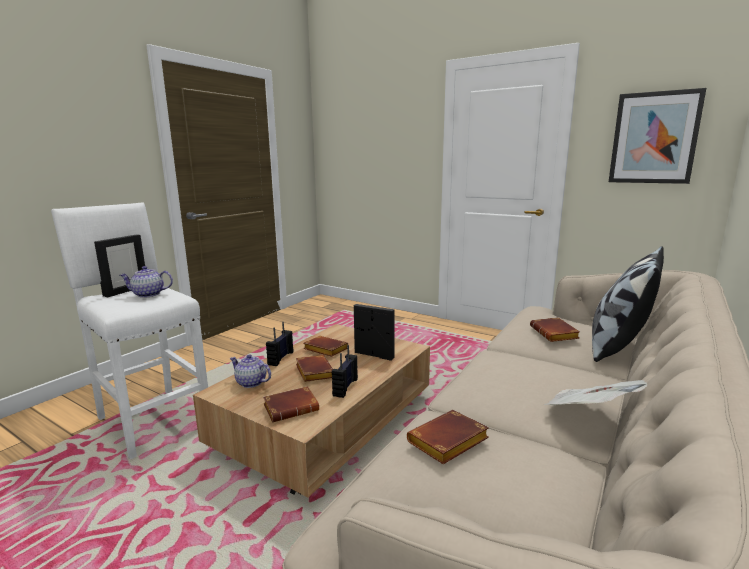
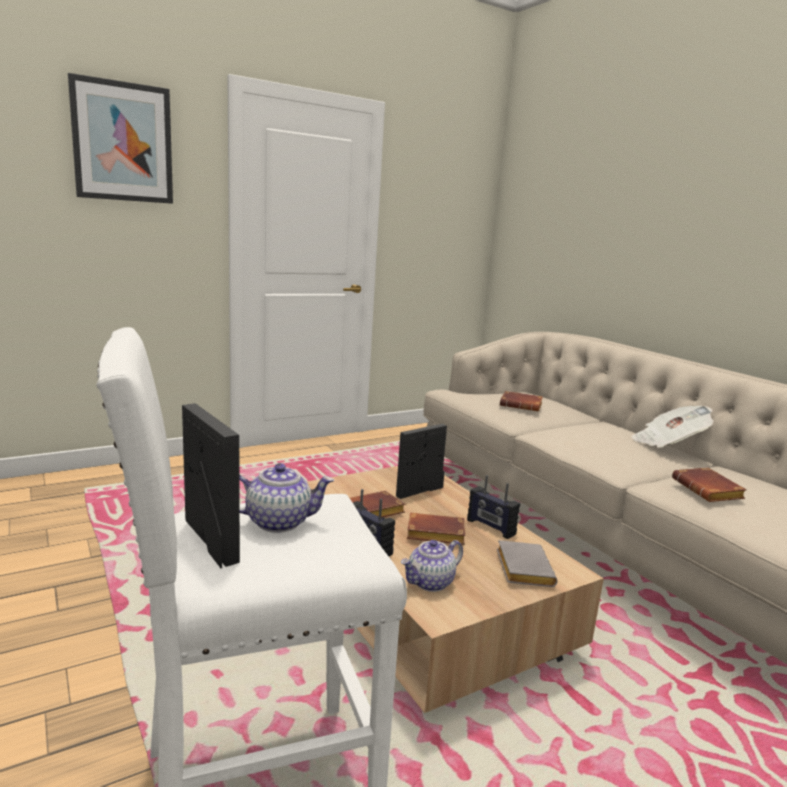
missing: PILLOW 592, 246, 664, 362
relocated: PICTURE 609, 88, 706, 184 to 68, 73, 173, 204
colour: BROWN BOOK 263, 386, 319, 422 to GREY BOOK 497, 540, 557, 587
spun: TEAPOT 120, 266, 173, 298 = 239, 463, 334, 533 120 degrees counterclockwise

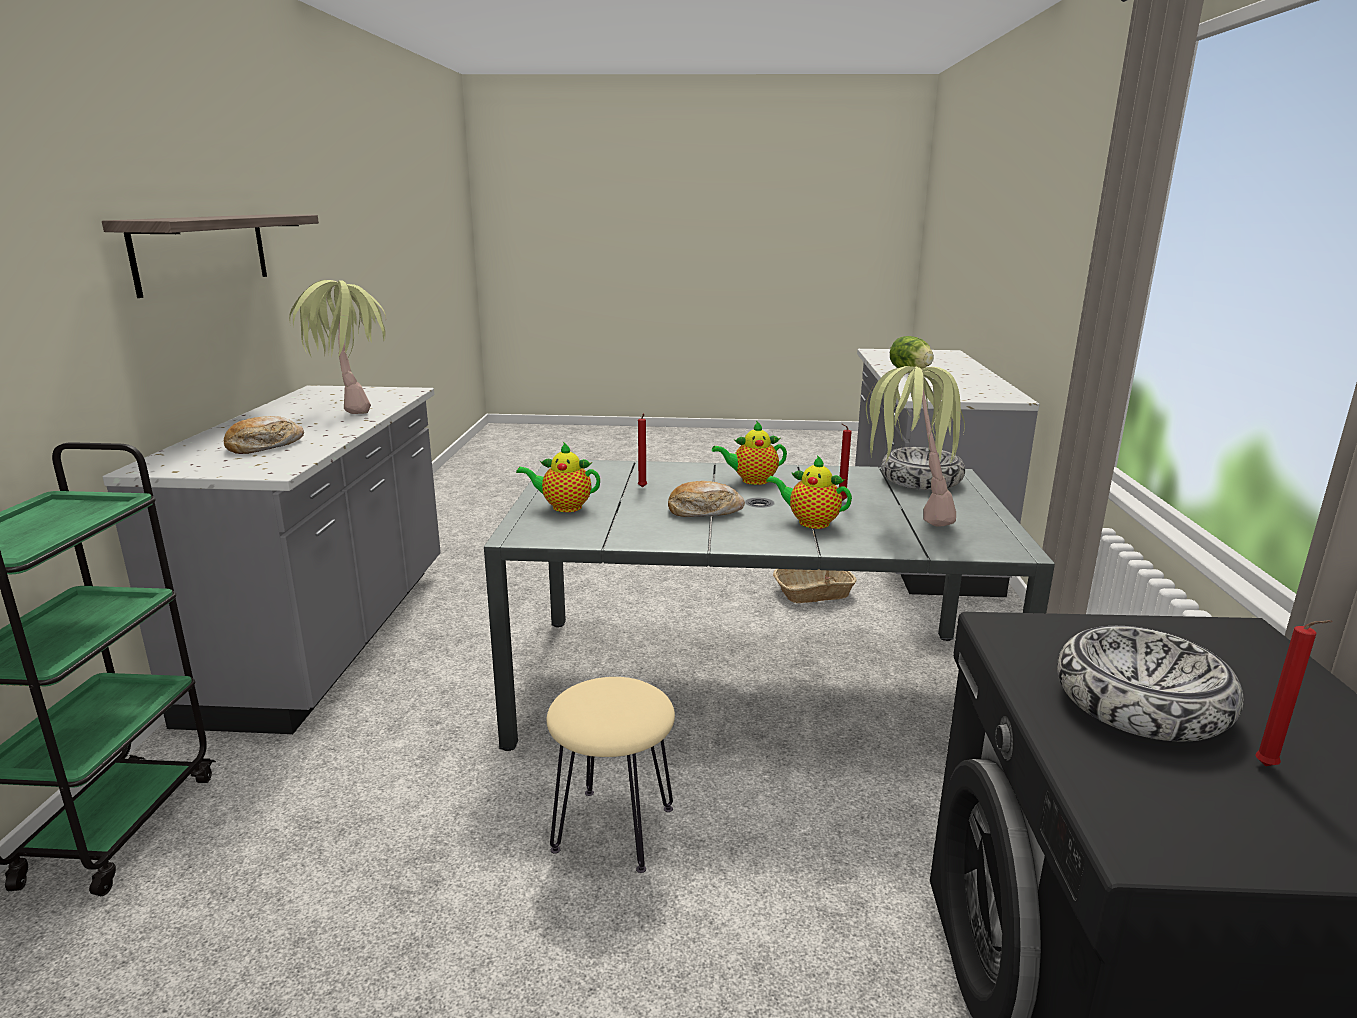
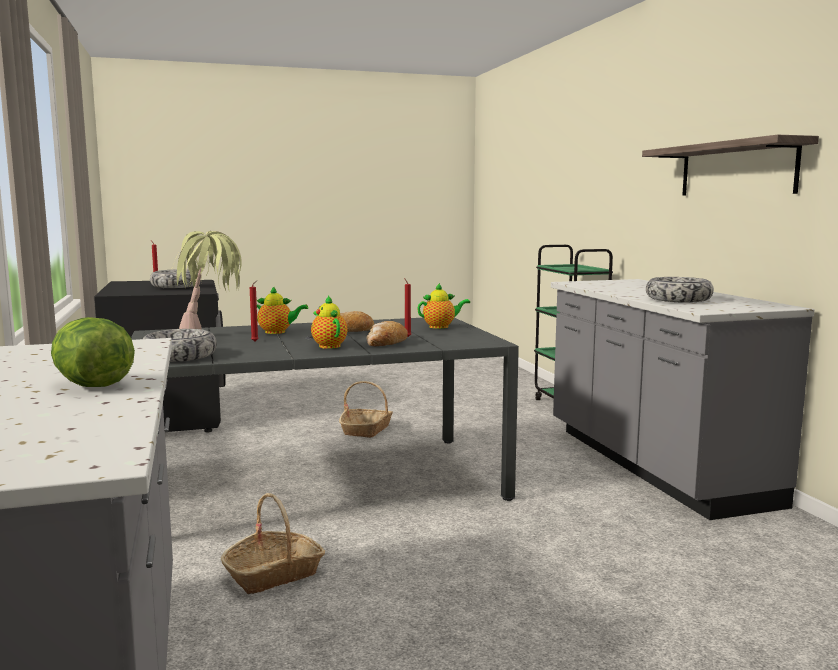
relocated: BREAD 224, 416, 304, 454 to 366, 321, 408, 346
exchanged: POTTED PLANT 289, 280, 386, 414 to BOWL 646, 277, 714, 303; BEIGE STOOL 547, 677, 675, 873 to BASKET 339, 381, 393, 438
spun: TEAPOT 712, 421, 787, 485 = 311, 295, 347, 349 90 degrees counterclockwise

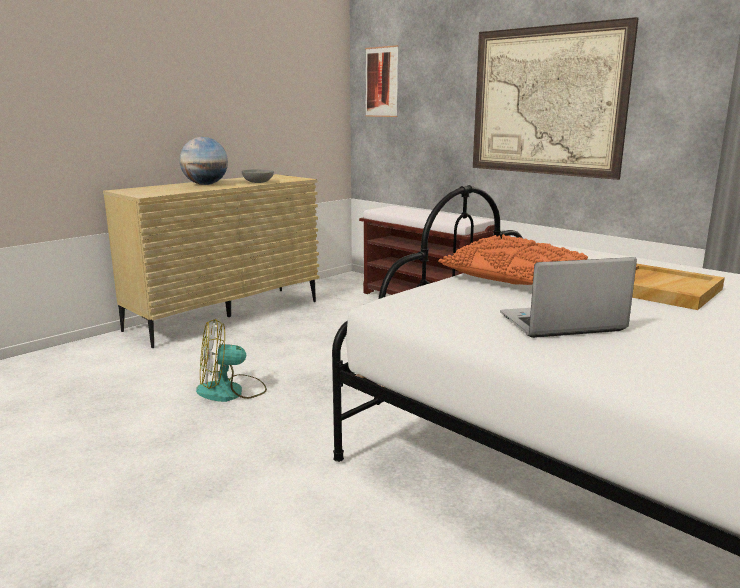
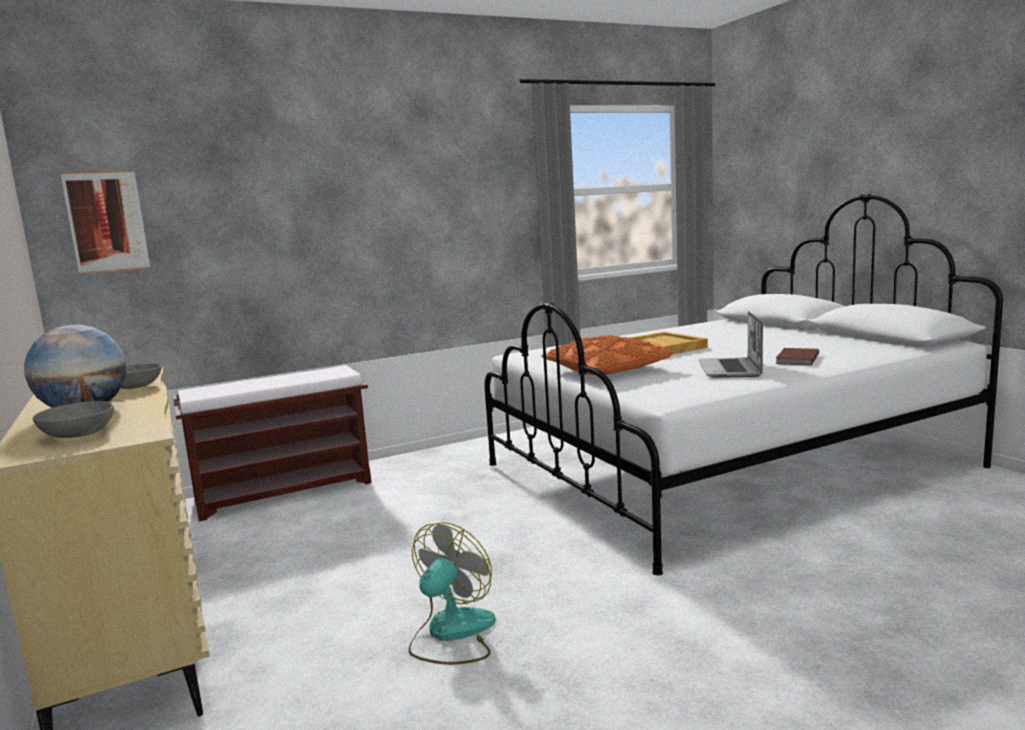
missing: PICTURE 473, 17, 639, 180
appeared: GREY BOWL 33, 401, 114, 438; BROWN BOOK 776, 348, 819, 365
spun: FAN 196, 319, 267, 402 = 408, 522, 496, 665 150 degrees counterclockwise

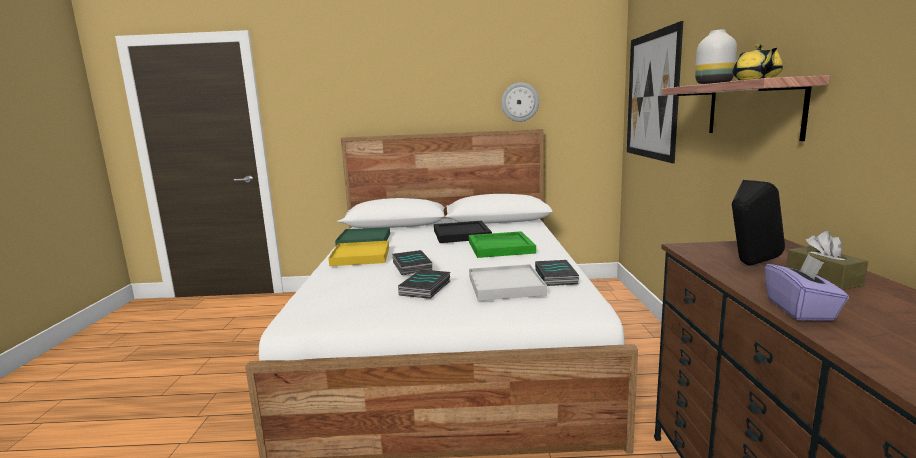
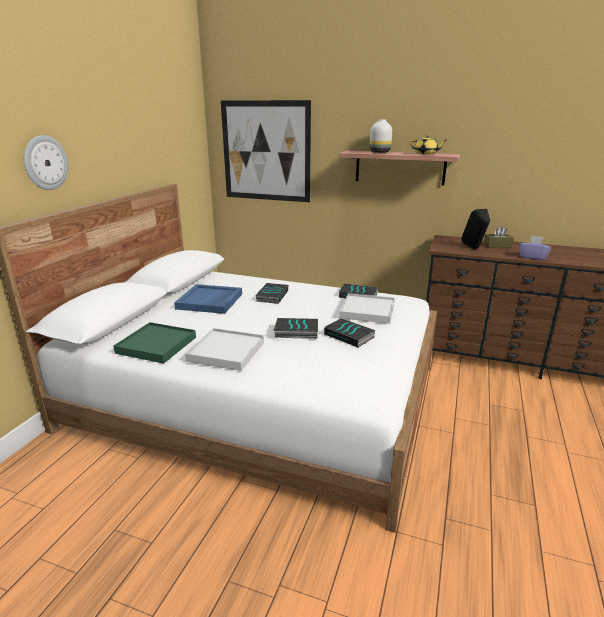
relocated: WALL CLOCK 501, 83, 539, 122 to 24, 135, 68, 190
exchanged: GREEN TRAY 469, 231, 536, 258 to BOOK 256, 283, 288, 304
colour: YELLOW TRAY 328, 241, 389, 266 to WHITE TRAY 185, 328, 264, 371; BLACK TRAY 434, 221, 492, 243 to BLUE TRAY 174, 284, 242, 314

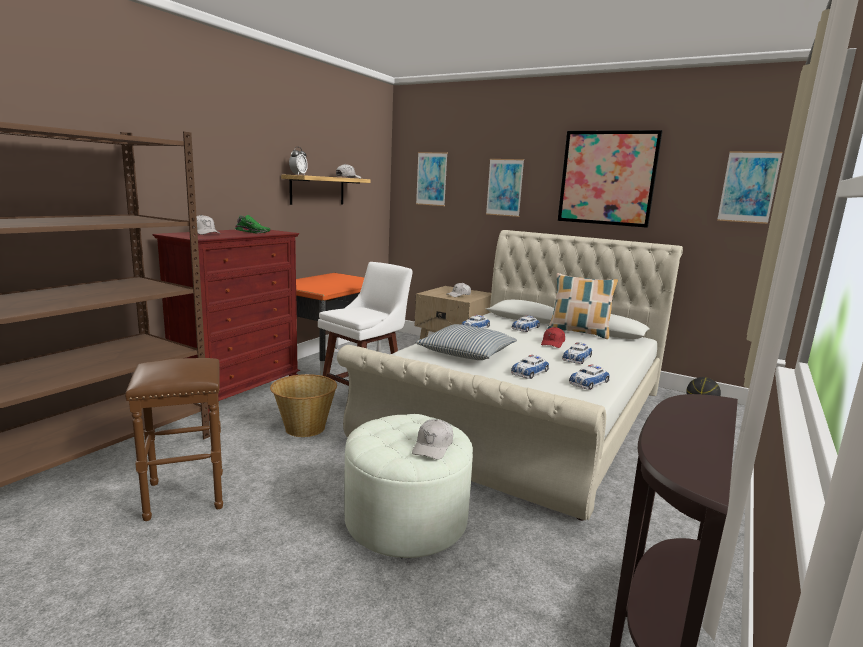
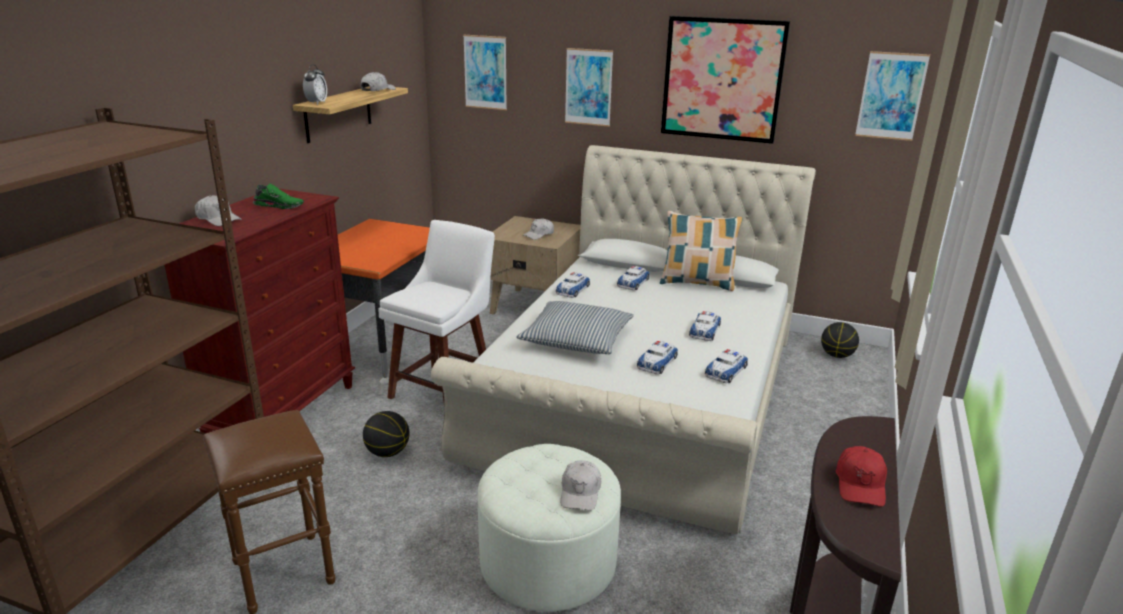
relocated: RED CAP 541, 327, 565, 348 to 835, 446, 887, 507
exchanged: BASKET 270, 374, 337, 437 to BASKETBALL 363, 411, 410, 457

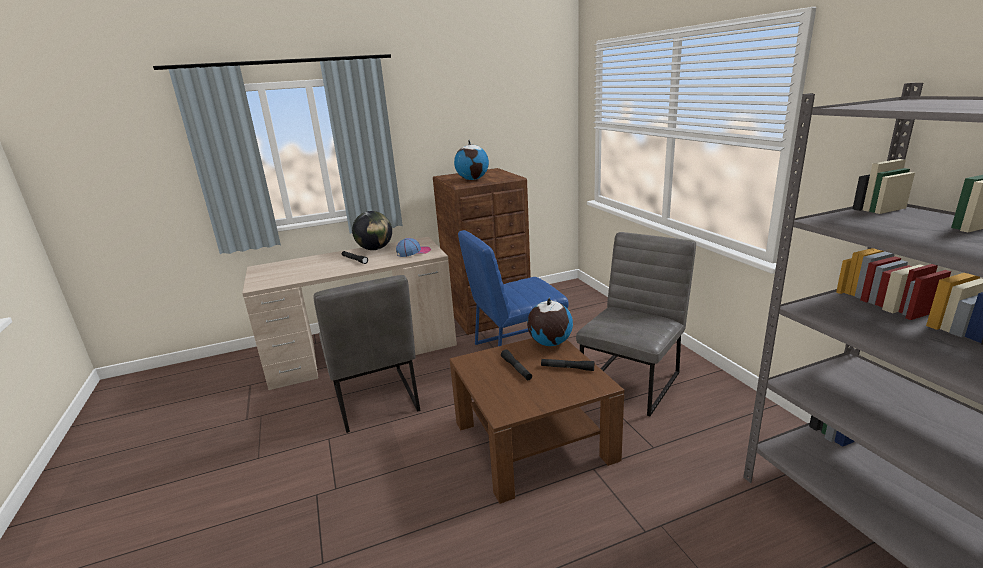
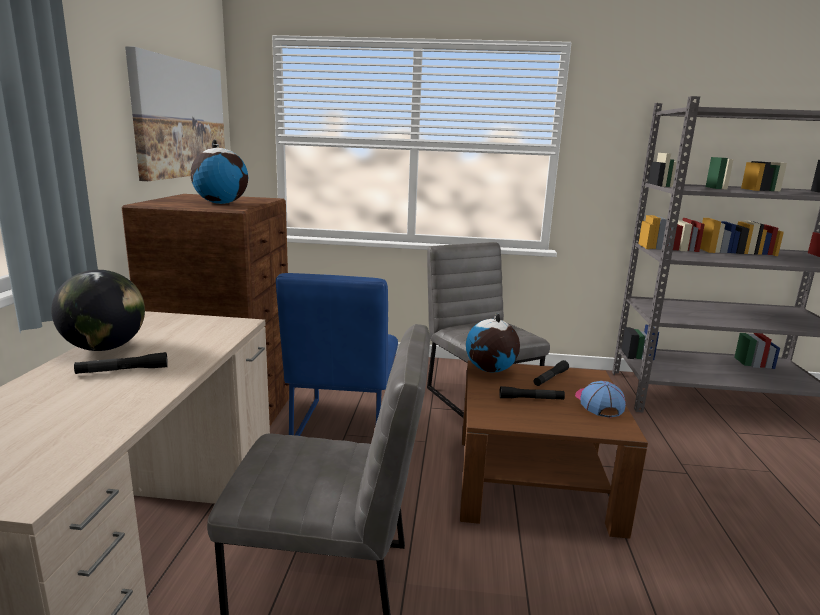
appeared: PICTURE 125, 46, 225, 181
relocated: CAP 396, 238, 431, 257 to 575, 381, 626, 418

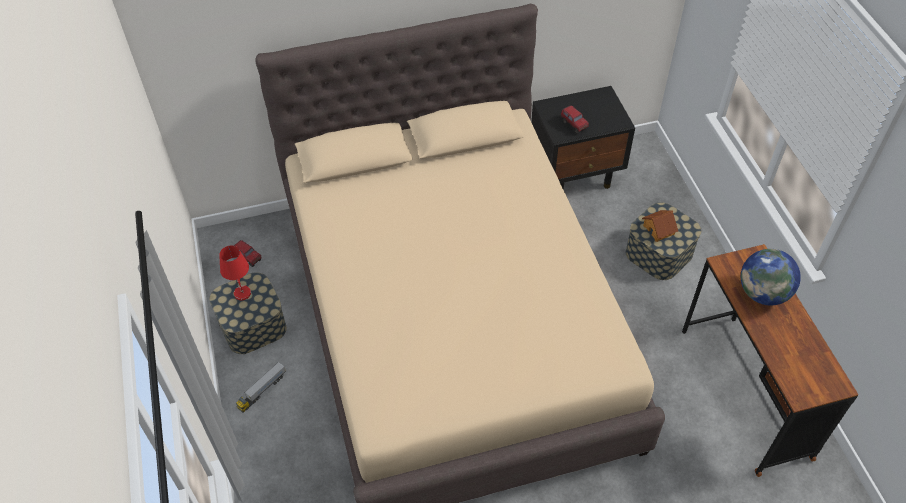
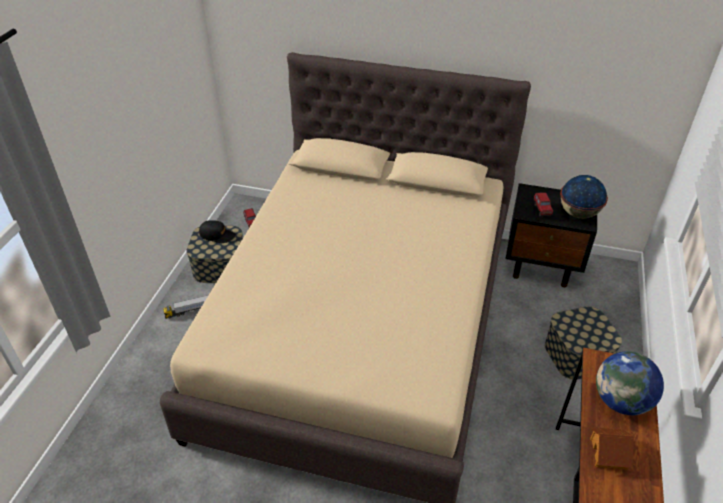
appeared: GLOBE 560, 175, 608, 219
relocated: TOY HOUSE 642, 210, 678, 242 to 590, 427, 635, 470
exchanged: RED TABLE LAMP 219, 246, 251, 300 to BLACK CAP 199, 220, 236, 243

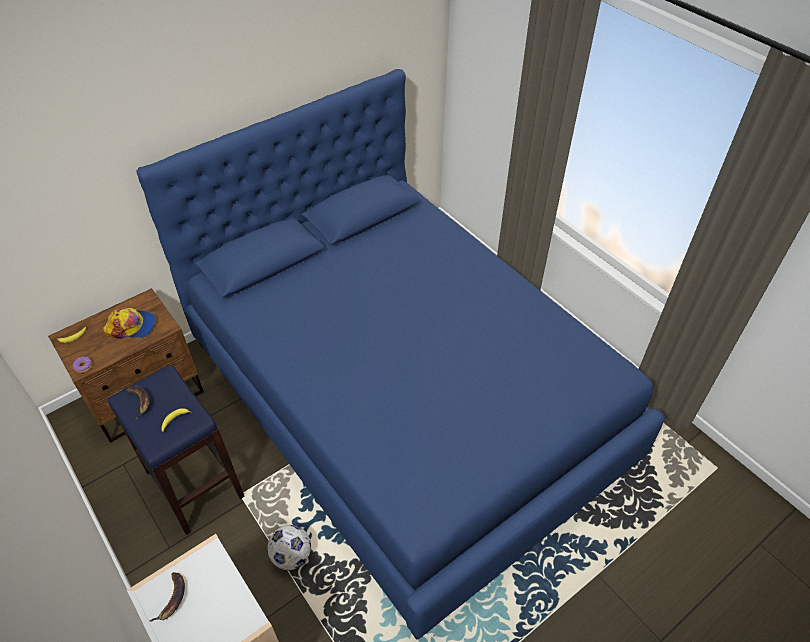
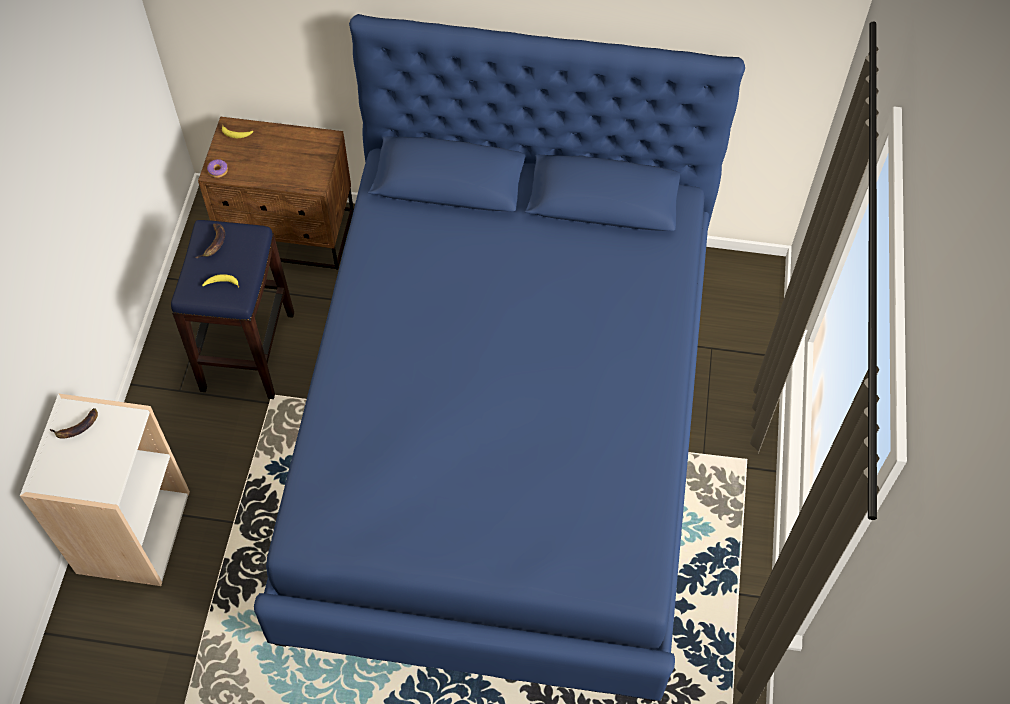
missing: CAP 103, 308, 156, 339; FOOTBALL 267, 525, 311, 570

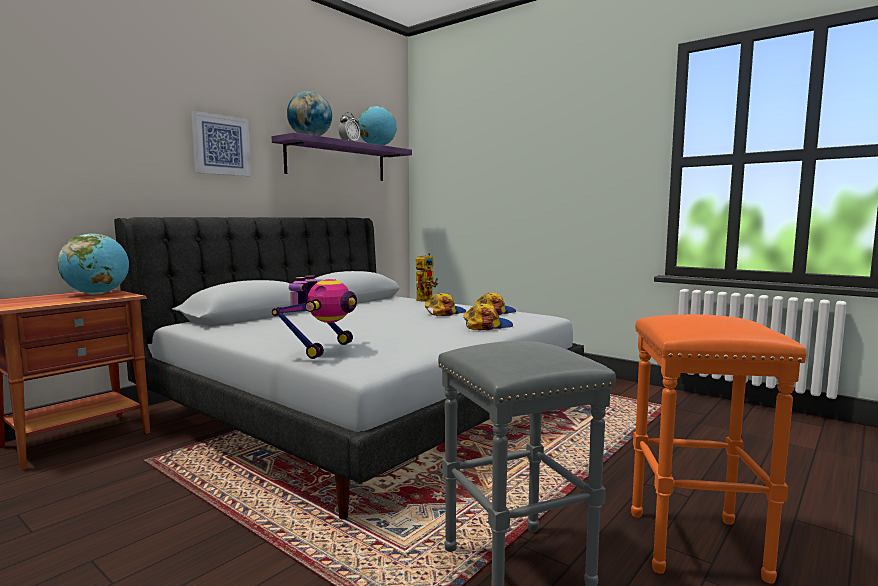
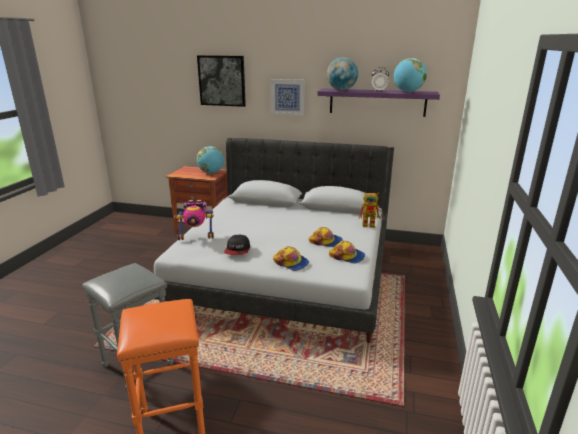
appeared: PICTURE 197, 55, 246, 107; CAP 224, 235, 250, 255

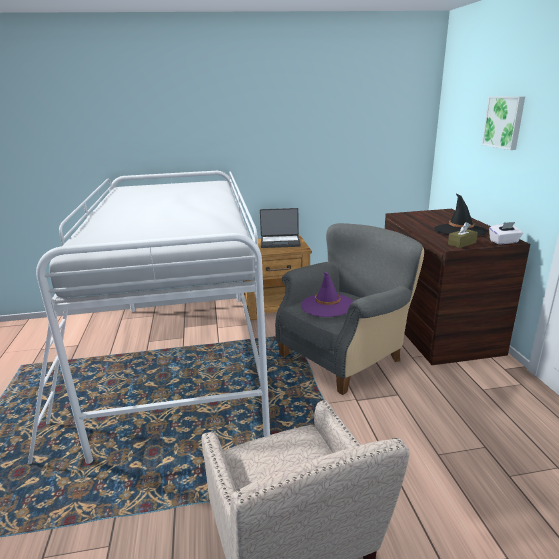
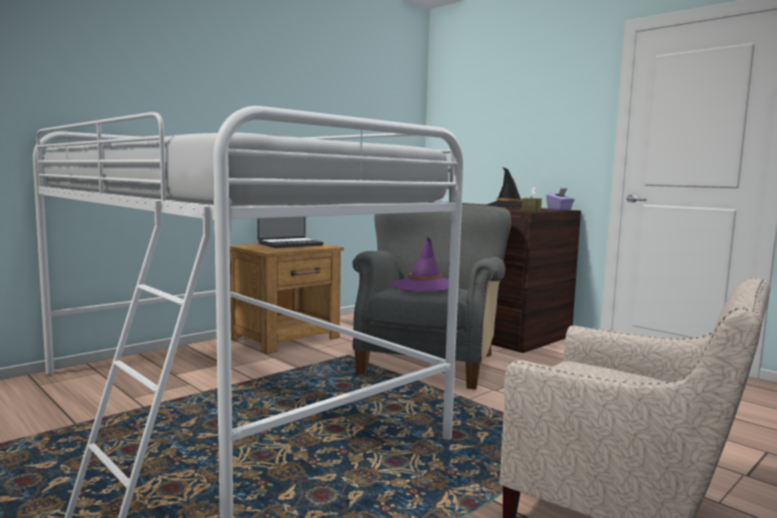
missing: PICTURE 482, 96, 525, 150
colour: WHITE TISSUE BOX 489, 222, 523, 244 to PURPLE TISSUE BOX 546, 188, 575, 211

